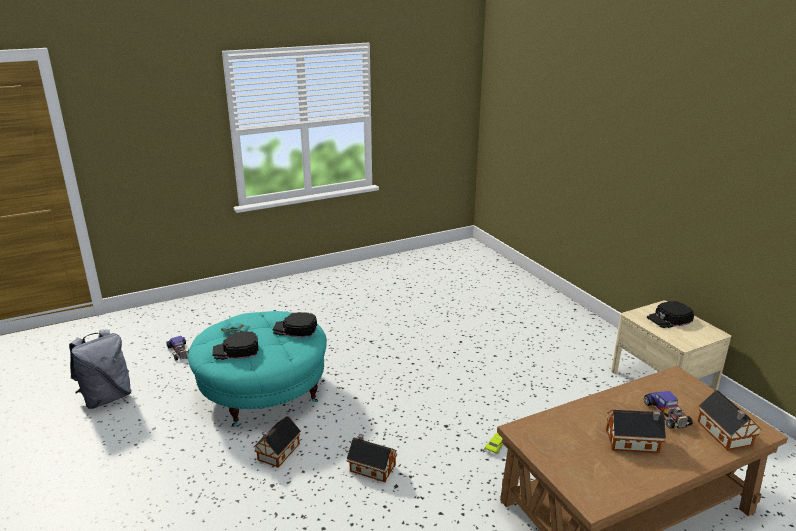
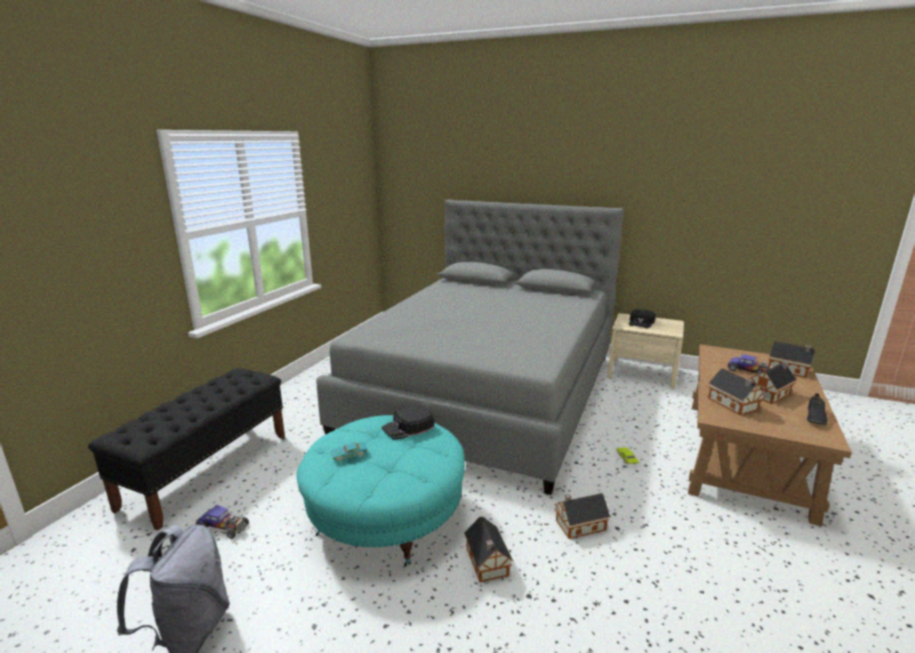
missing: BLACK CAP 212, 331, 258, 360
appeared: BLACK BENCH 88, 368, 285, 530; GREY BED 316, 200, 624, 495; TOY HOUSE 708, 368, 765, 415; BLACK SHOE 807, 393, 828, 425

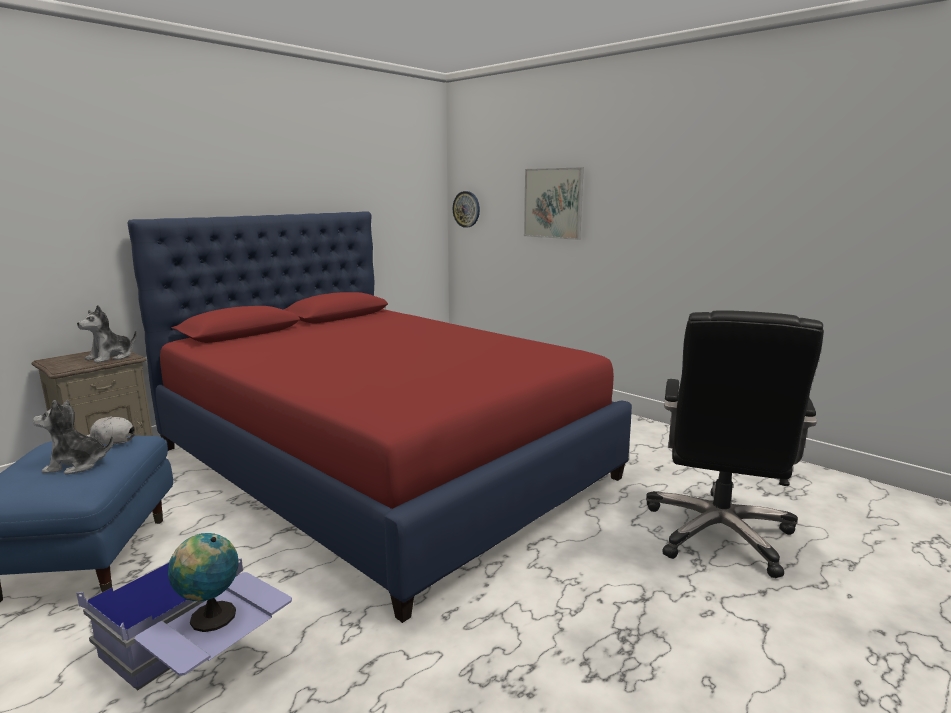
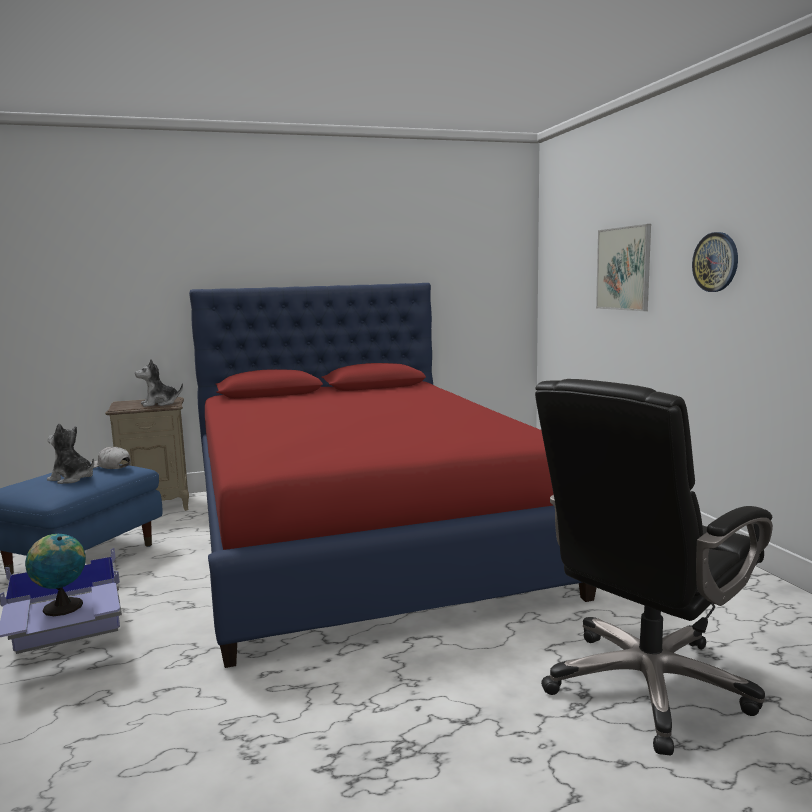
relocated: WALL CLOCK 453, 191, 480, 228 to 692, 232, 738, 292

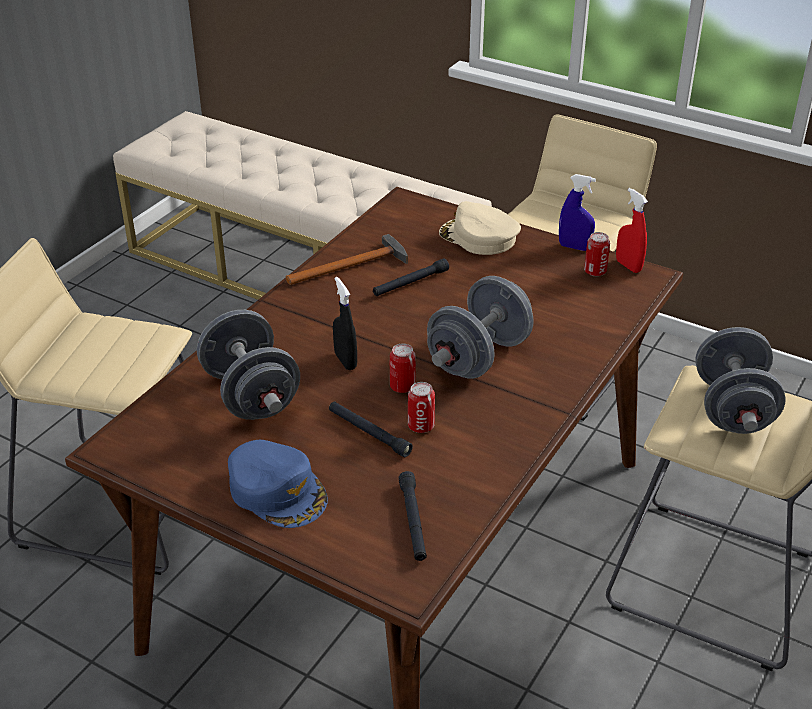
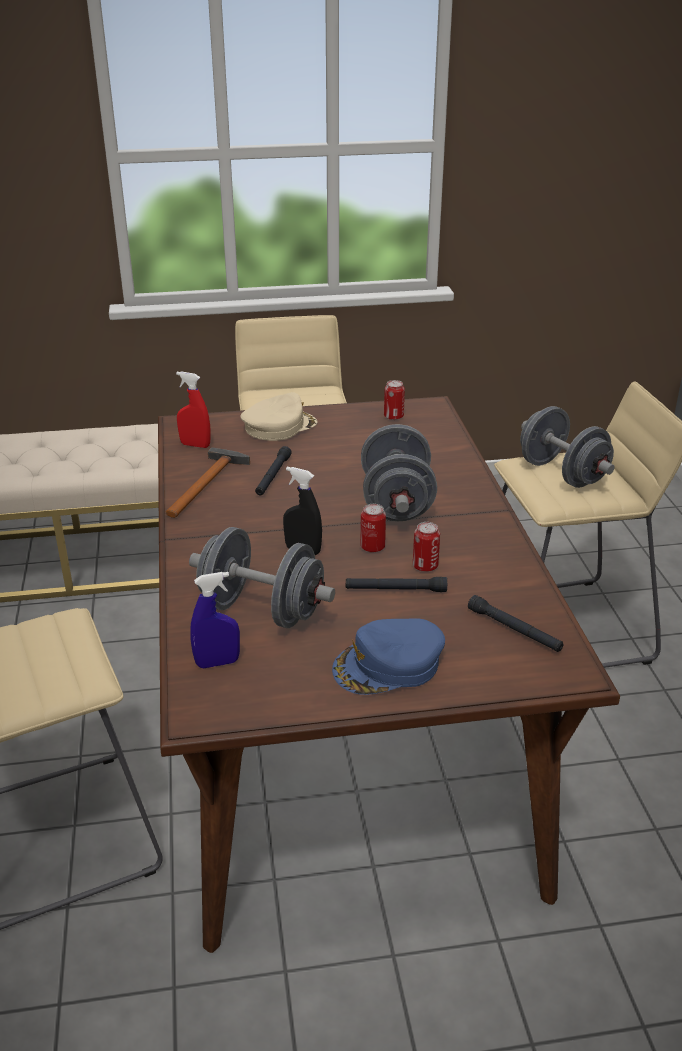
relocated: BLUE SPRAY BOTTLE 559, 174, 596, 251 to 190, 572, 240, 668; RED SPRAY BOTTLE 616, 188, 648, 273 to 176, 371, 211, 448
spun: BLUE CAP 228, 440, 328, 528 = 332, 618, 445, 695 150 degrees clockwise; BEIGE CAP 439, 201, 521, 255 = 240, 392, 318, 441 150 degrees clockwise

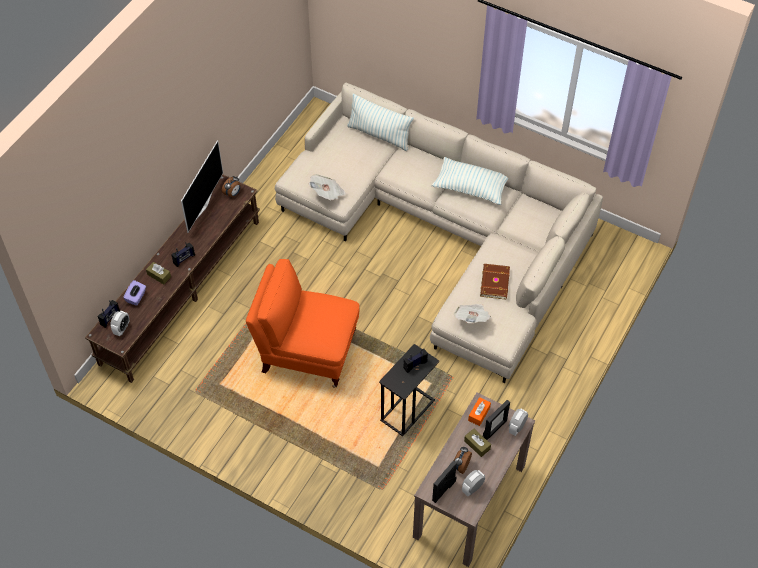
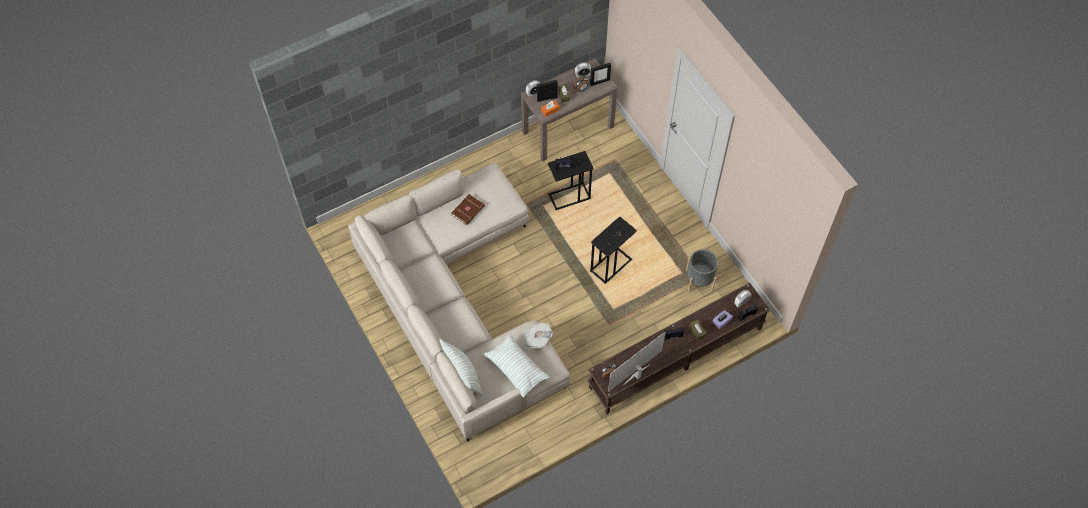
missing: NEWSPAPER 453, 304, 491, 323
appeared: GREY PLANTER 686, 249, 718, 292
relocated: PILLOW 432, 157, 508, 205 to 484, 334, 550, 397
exchanged: ORANGE ARMCHAIR 246, 259, 359, 388 to BLACK SIDE TABLE 590, 217, 637, 284

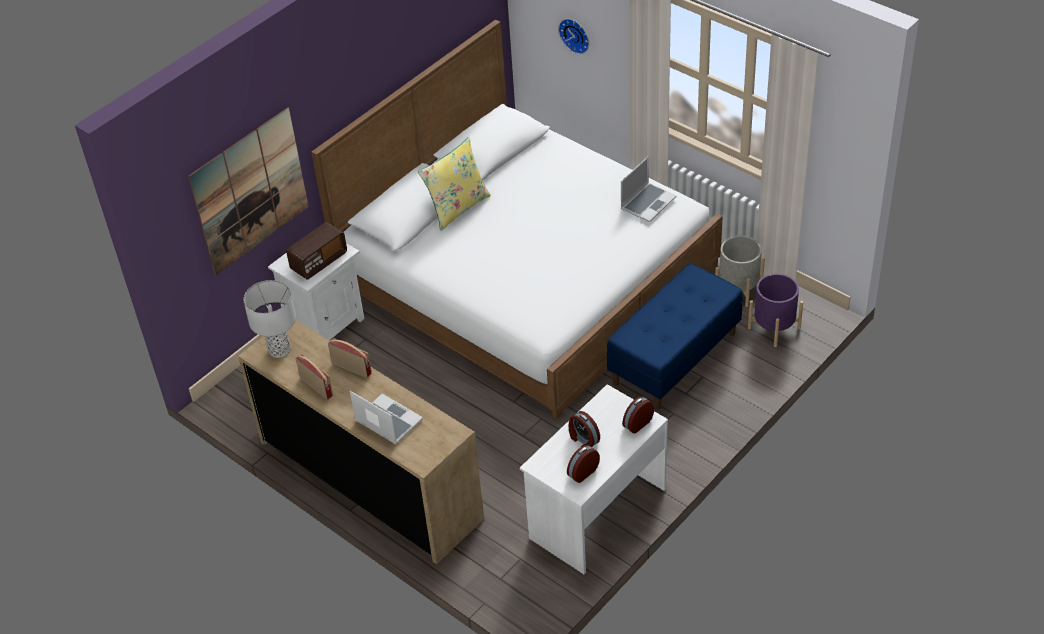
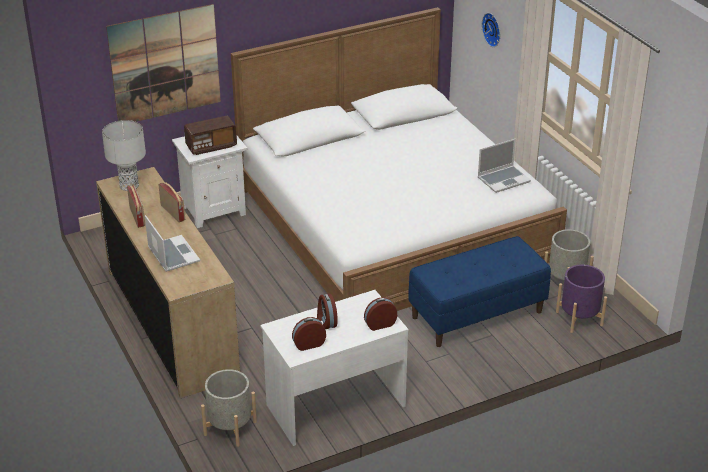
missing: YELLOW PILLOW 418, 137, 491, 231
appeared: GREY PLANTER 201, 369, 257, 447

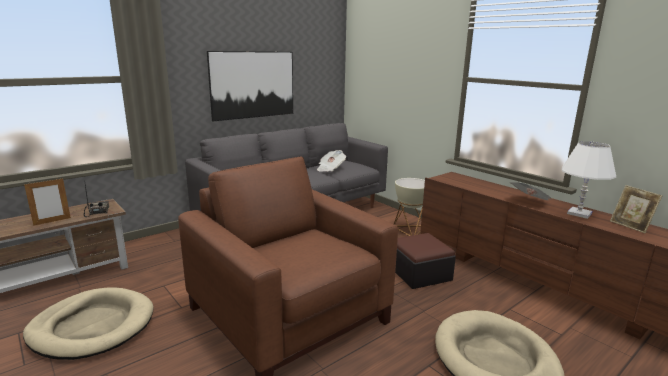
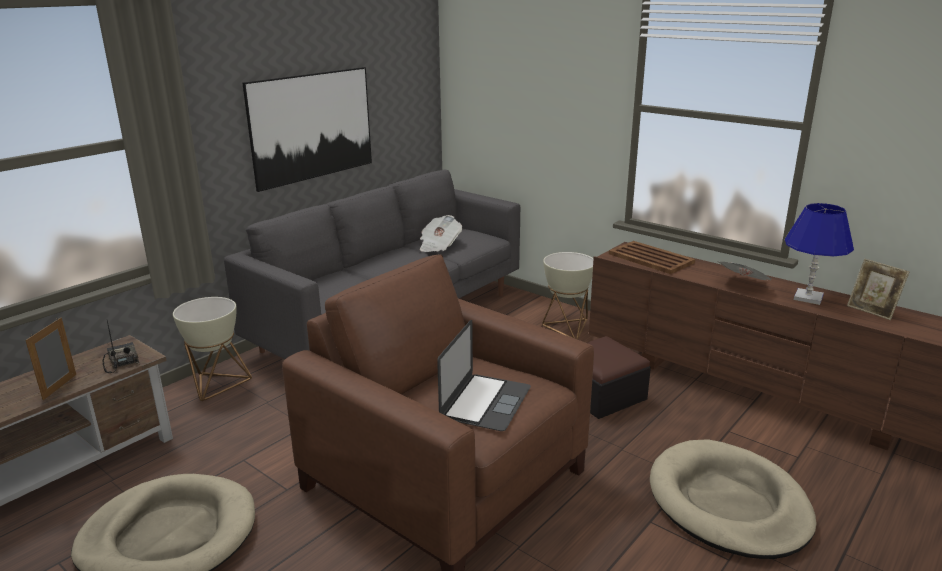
appeared: PLANTER 173, 297, 252, 401; LAPTOP 437, 320, 531, 431; BROWN TRAY 609, 241, 695, 274
colour: WHITE TABLE LAMP 562, 141, 616, 219 to BLUE TABLE LAMP 785, 203, 854, 305
spun: PICTURE FRAME 24, 179, 71, 226 = 25, 317, 76, 400 150 degrees clockwise

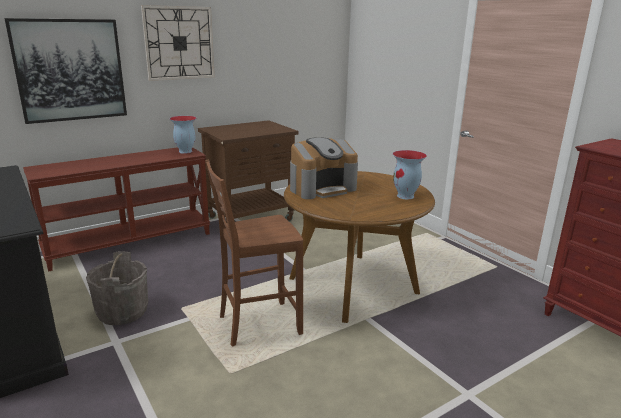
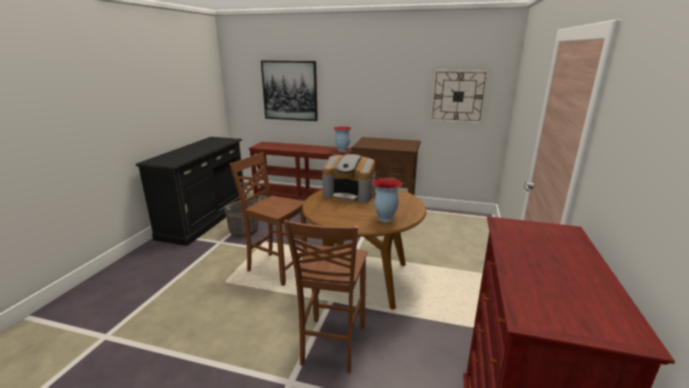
appeared: BROWN CHAIR 284, 220, 367, 373
relocated: WALL CLOCK 141, 5, 215, 81 to 430, 70, 489, 123

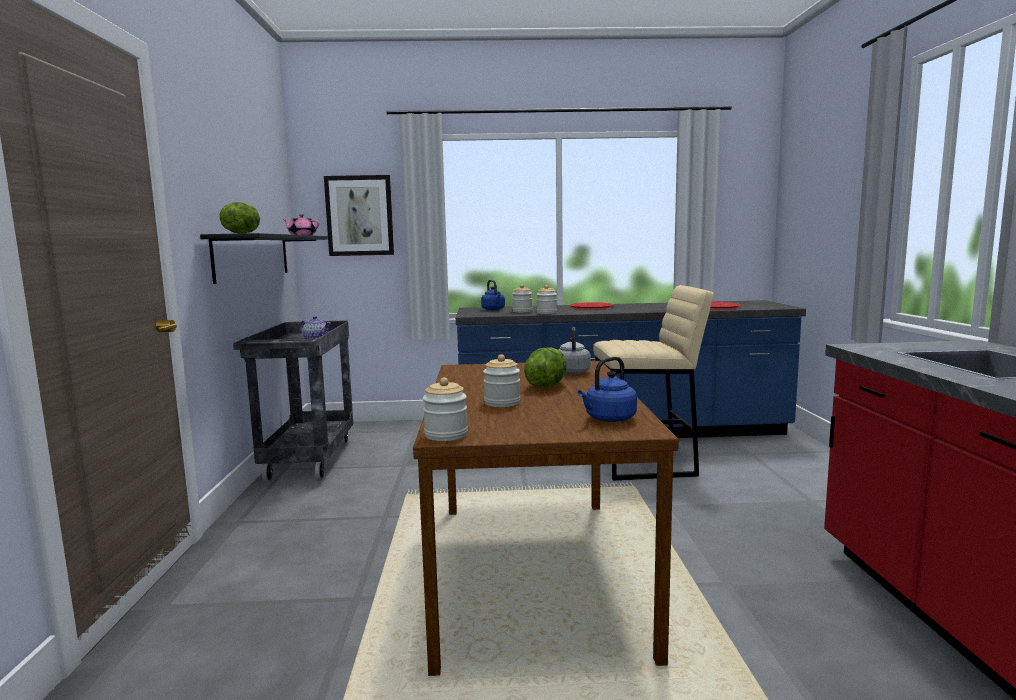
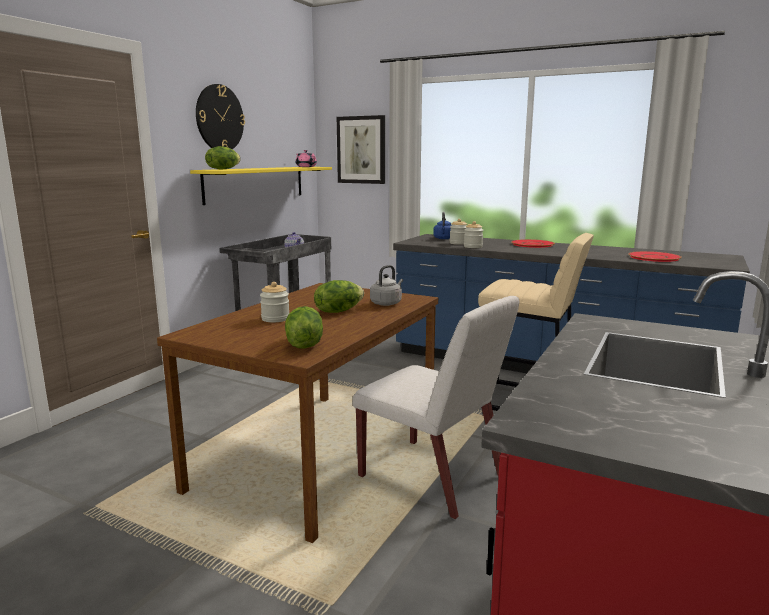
missing: JAR 423, 378, 468, 441
appeared: WALL CLOCK 196, 84, 245, 149; WHITE CHAIR 352, 296, 519, 519
exchanged: BLUE KETTLE 578, 357, 637, 422 to LETTUCE 285, 306, 323, 348
colour: BLACK SHELF 200, 233, 328, 284 to YELLOW SHELF 190, 167, 332, 205

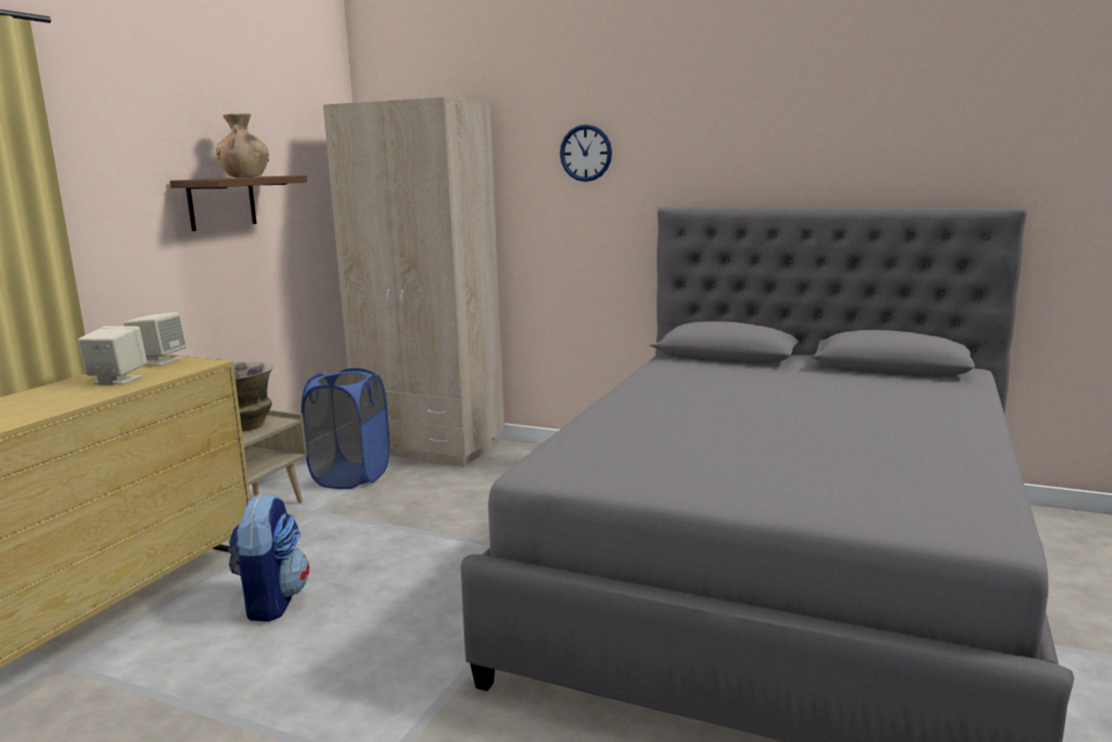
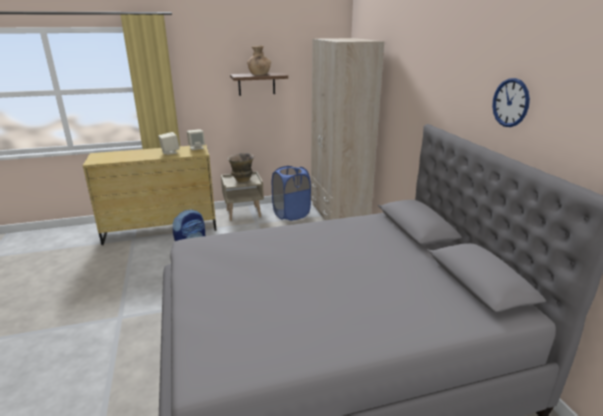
relocated: WALL CLOCK 560, 125, 612, 182 to 492, 78, 530, 127

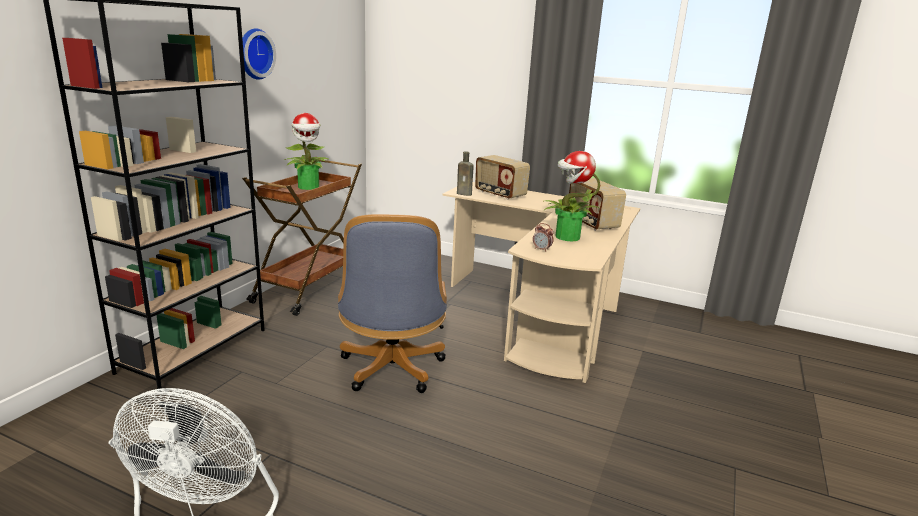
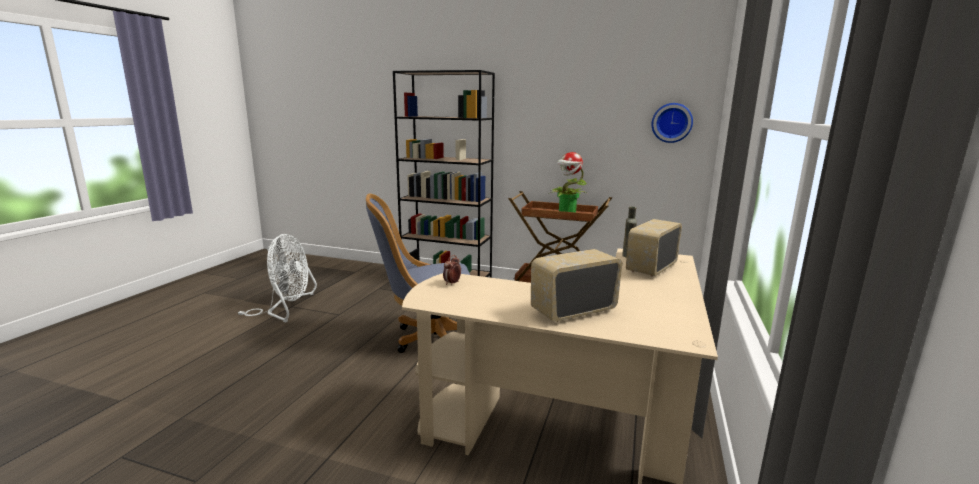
missing: POTTED PLANT 543, 151, 600, 241
relocated: WALL CLOCK 239, 28, 276, 80 to 652, 103, 693, 143

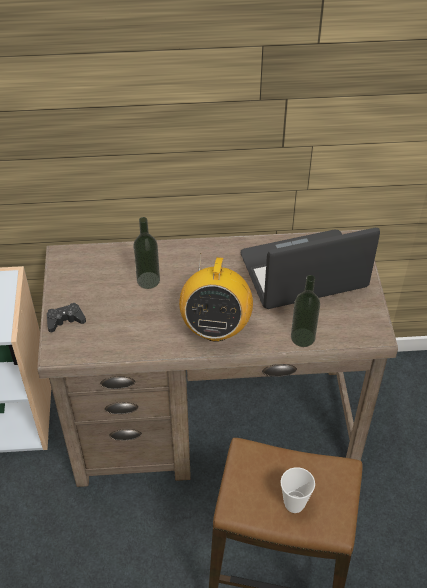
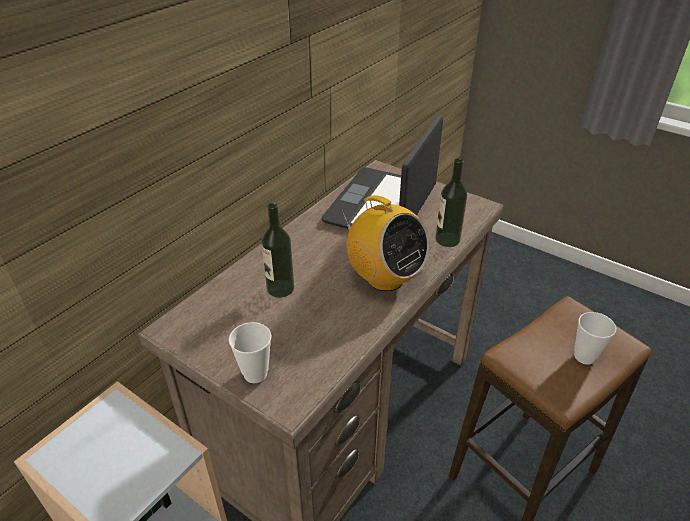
exchanged: BLACK GAME CONTROLLER 47, 303, 86, 332 to CUP 229, 322, 271, 383

